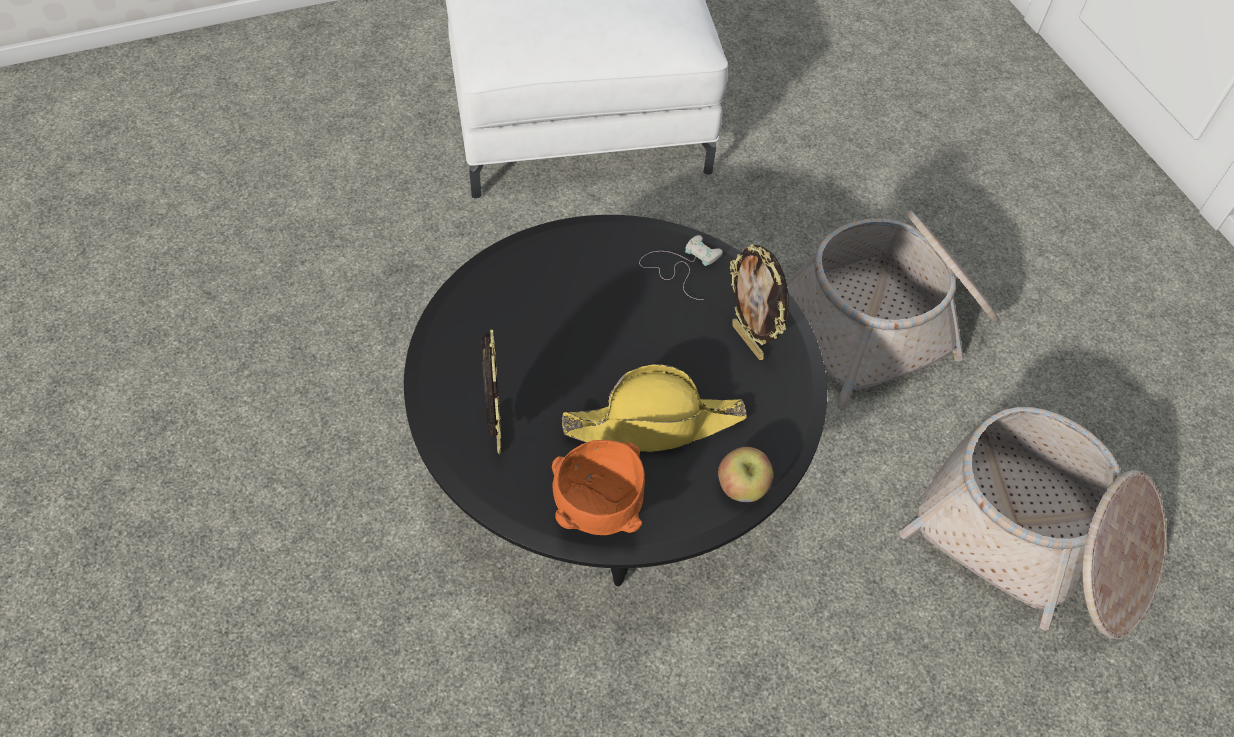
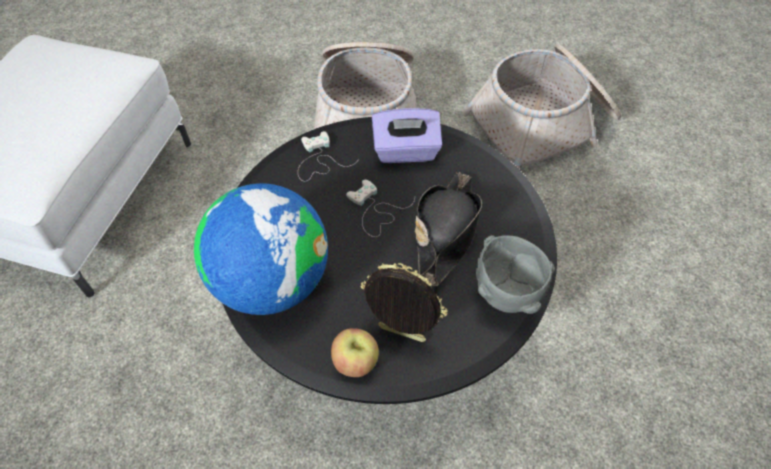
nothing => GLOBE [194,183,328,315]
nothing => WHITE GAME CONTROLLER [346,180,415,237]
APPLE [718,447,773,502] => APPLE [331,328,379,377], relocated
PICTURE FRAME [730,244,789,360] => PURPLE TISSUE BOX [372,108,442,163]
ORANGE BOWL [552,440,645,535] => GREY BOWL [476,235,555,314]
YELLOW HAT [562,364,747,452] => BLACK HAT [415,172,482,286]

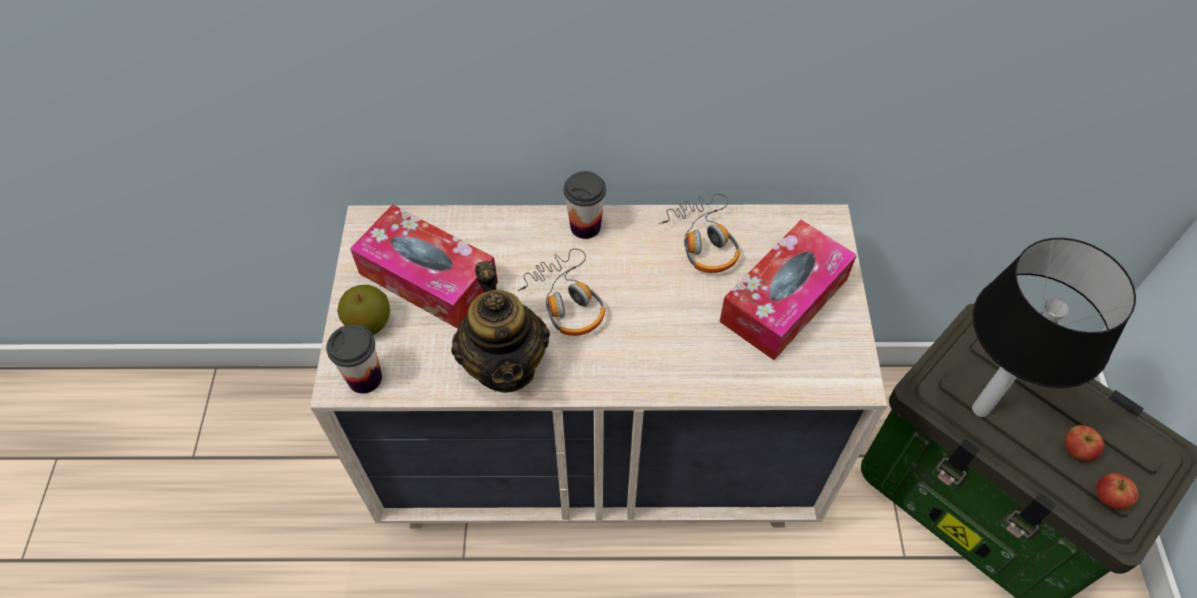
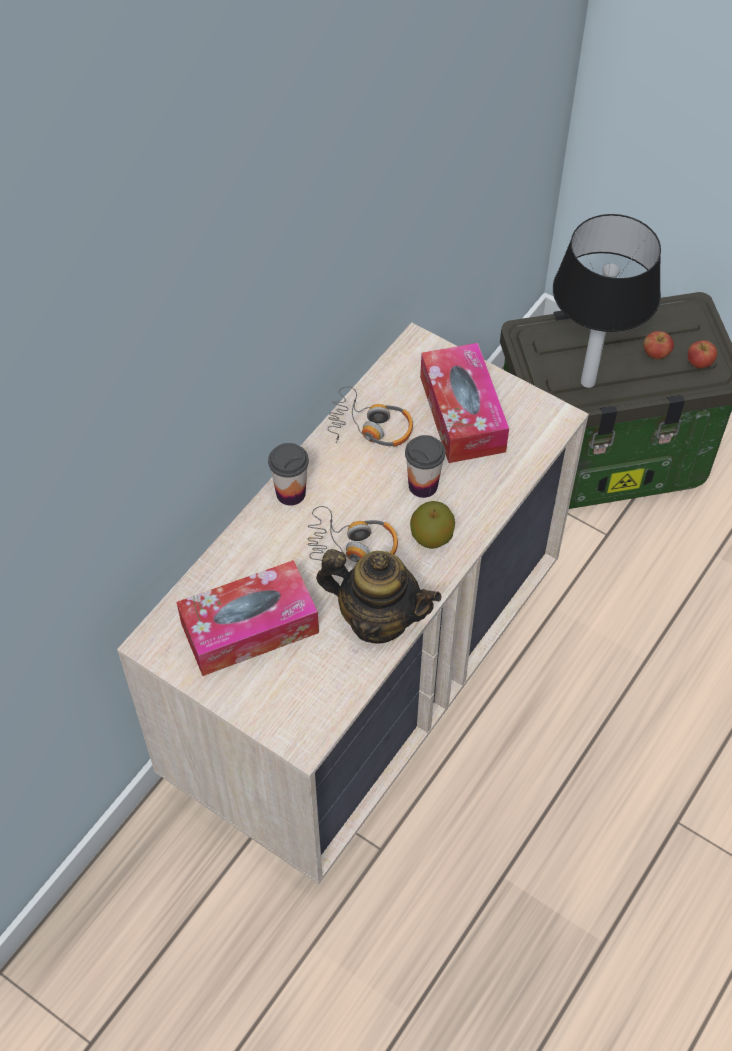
CUP [326,325,382,394] => CUP [405,435,445,498], relocated
APPLE [337,285,390,335] => APPLE [410,501,455,549], relocated

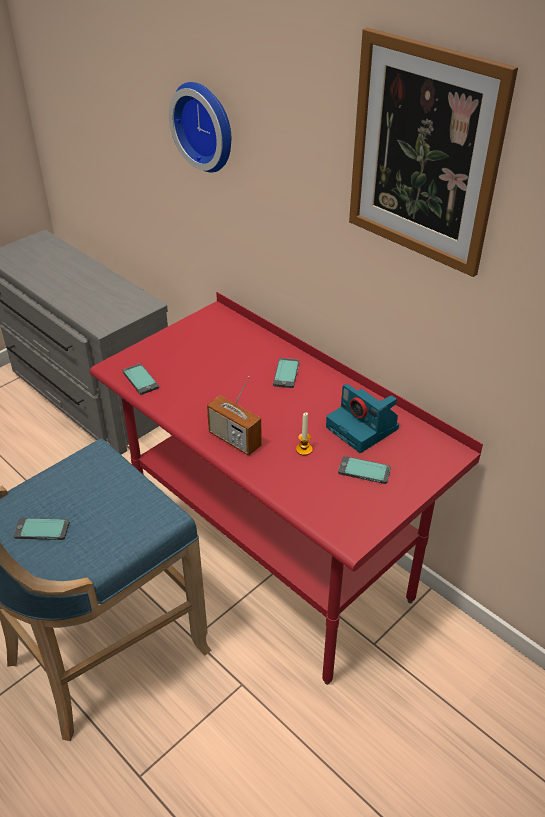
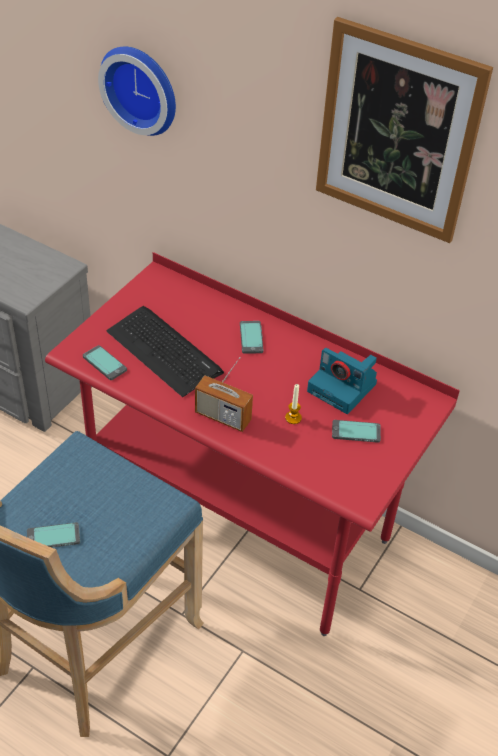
nothing => KEYBOARD [106,306,224,397]

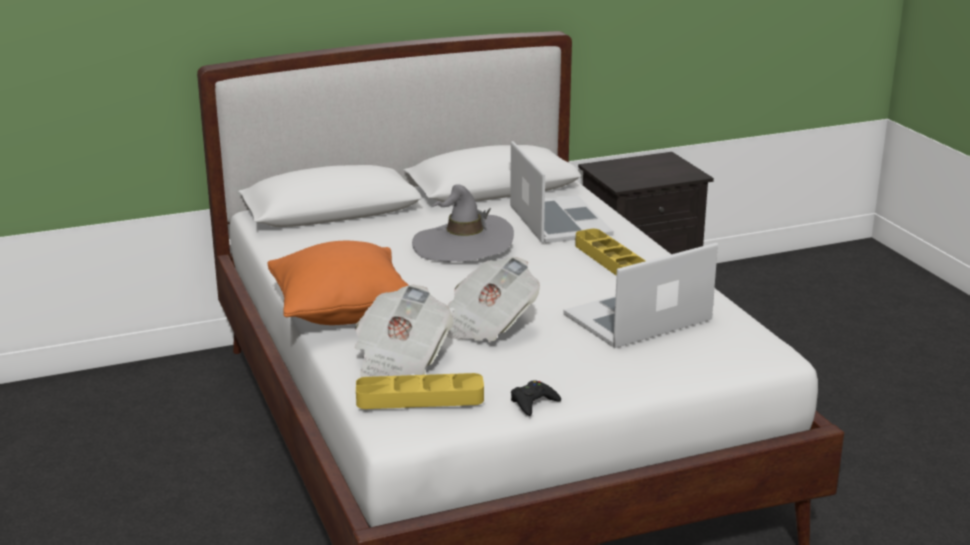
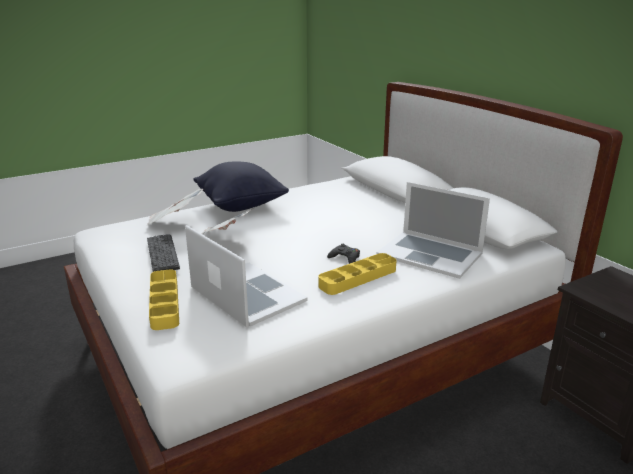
GREY HAT [412,184,514,262] => nothing
nothing => KEYBOARD [147,234,180,272]
YELLOW TRAY [356,373,484,409] => YELLOW TRAY [149,270,179,330], relocated
BLACK GAME CONTROLLER [511,380,561,416] => BLACK GAME CONTROLLER [327,244,360,264], relocated
ORANGE PILLOW [267,241,408,325] => BLACK PILLOW [193,162,289,212]
LAPTOP [510,141,614,243] => LAPTOP [376,182,490,279], 60 degrees clockwise

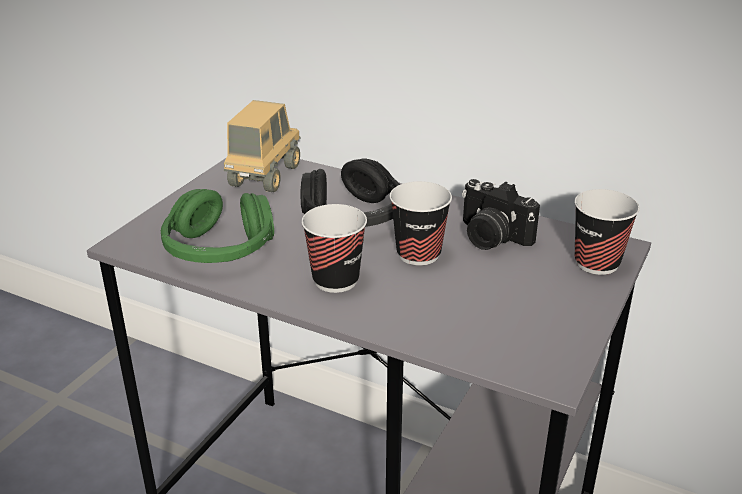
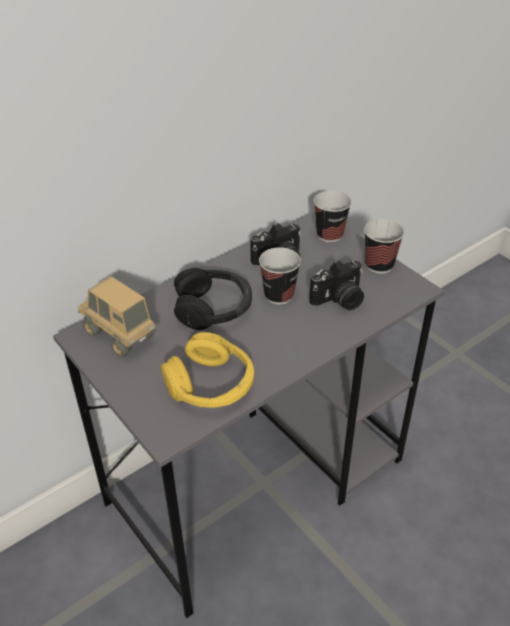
nothing => PHOTO CAMERA [309,261,364,310]
CUP [302,204,367,293] => CUP [364,219,404,274], relocated
GREEN HEADPHONES [161,189,274,263] => YELLOW HEADPHONES [161,332,254,408]

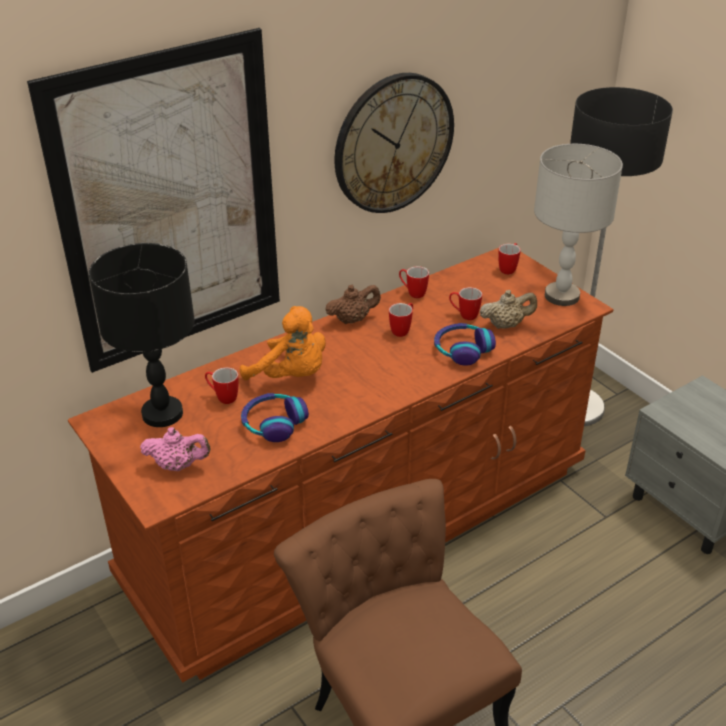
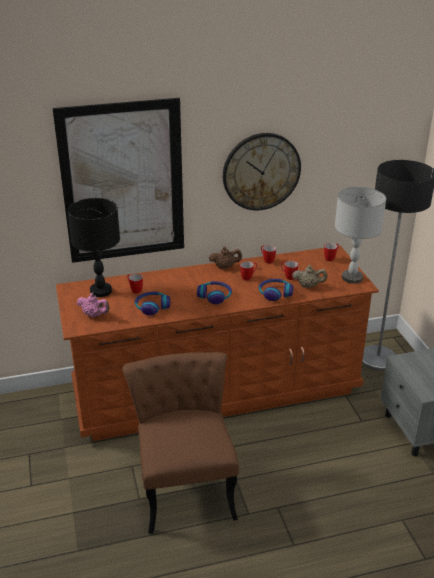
ORANGE PLUSH TOY [240,306,326,380] => nothing
nothing => HEADPHONES [197,281,232,304]

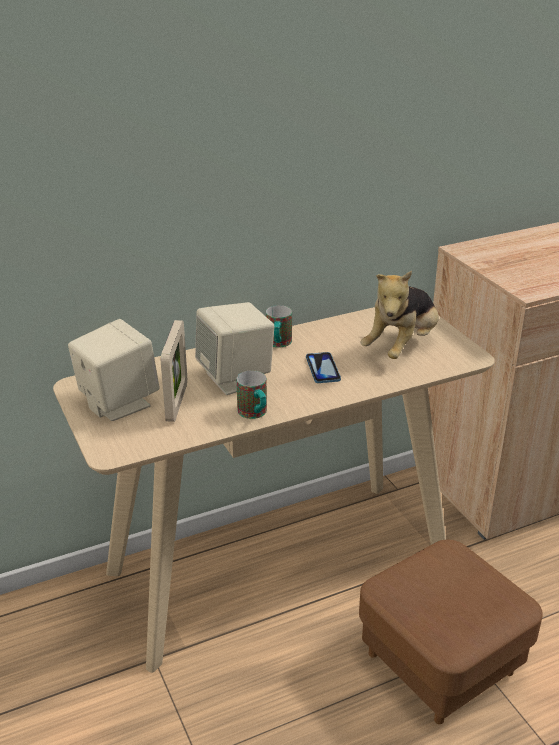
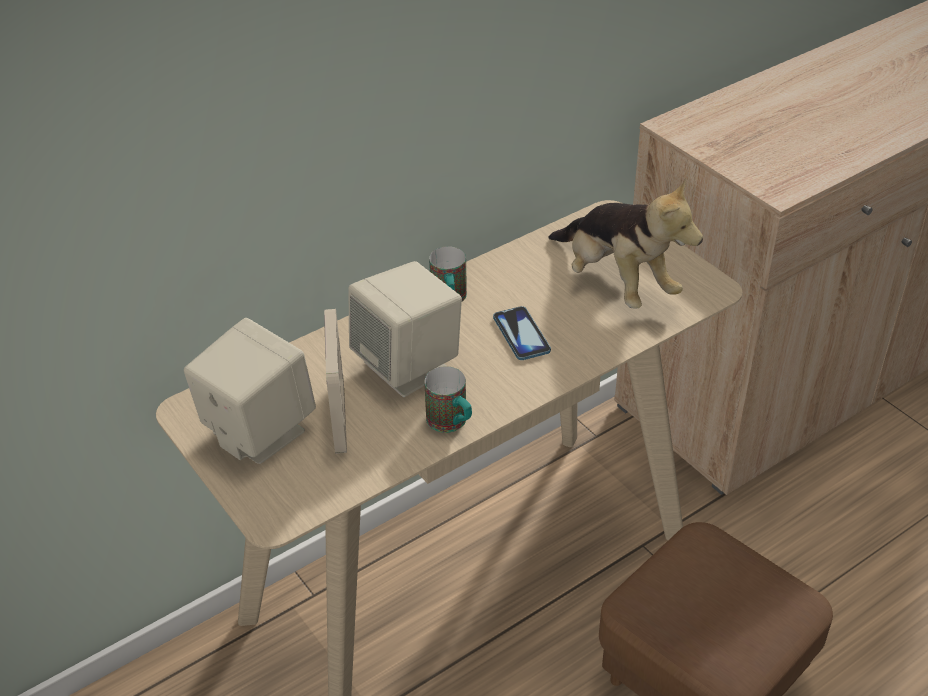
PLUSH TOY [360,271,439,359] => PLUSH TOY [548,178,703,309], 60 degrees counterclockwise

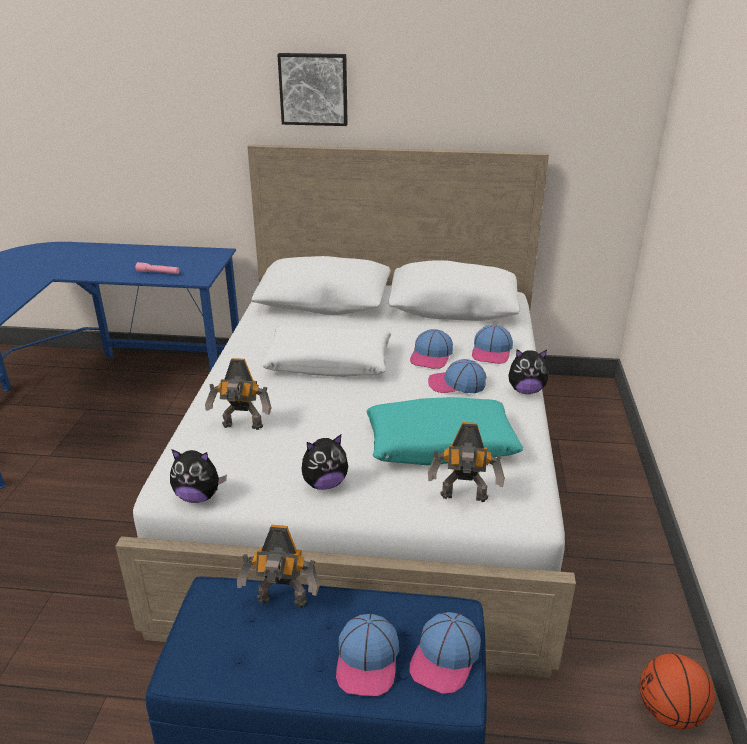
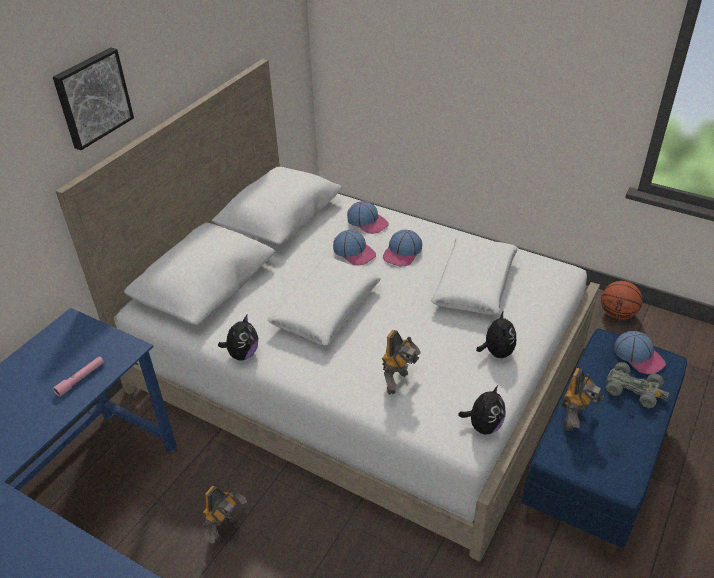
TOY ROBOT [428,422,505,502] => TOY ROBOT [202,485,247,544], relocated
PLUSH TOY [508,349,549,394] => PLUSH TOY [218,315,258,361], relocated
CAP [336,614,399,697] => GREY TOY CAR [606,362,669,408]
TURQUOISE PILLOW [367,397,523,466] => WHITE PILLOW [431,237,518,315]

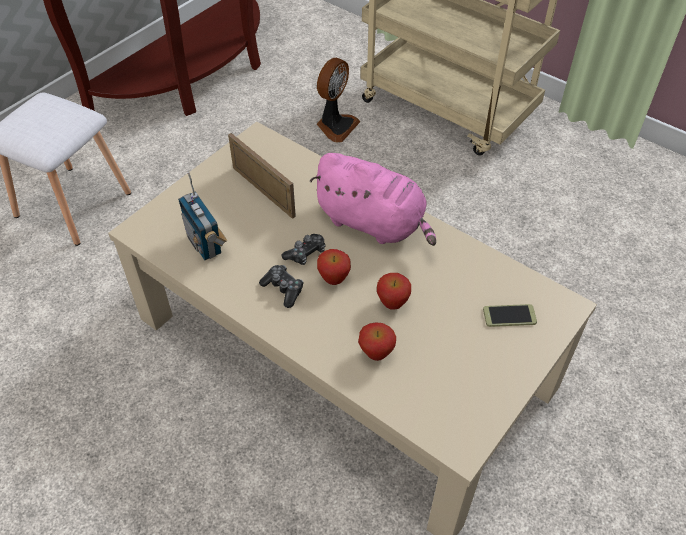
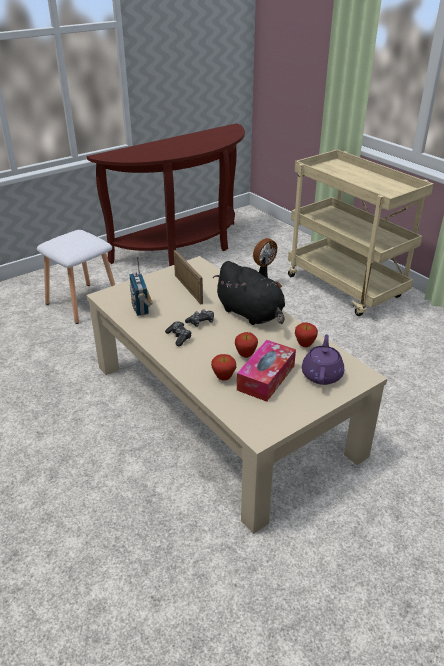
nothing => TISSUE BOX [237,340,296,402]
APPLE [317,249,351,285] => APPLE [295,322,318,347], relocated
PHONE [483,304,537,327] => PURPLE TEAPOT [302,334,344,385]
PINK PLUSH TOY [310,153,436,246] => BLACK PLUSH TOY [213,261,285,325]

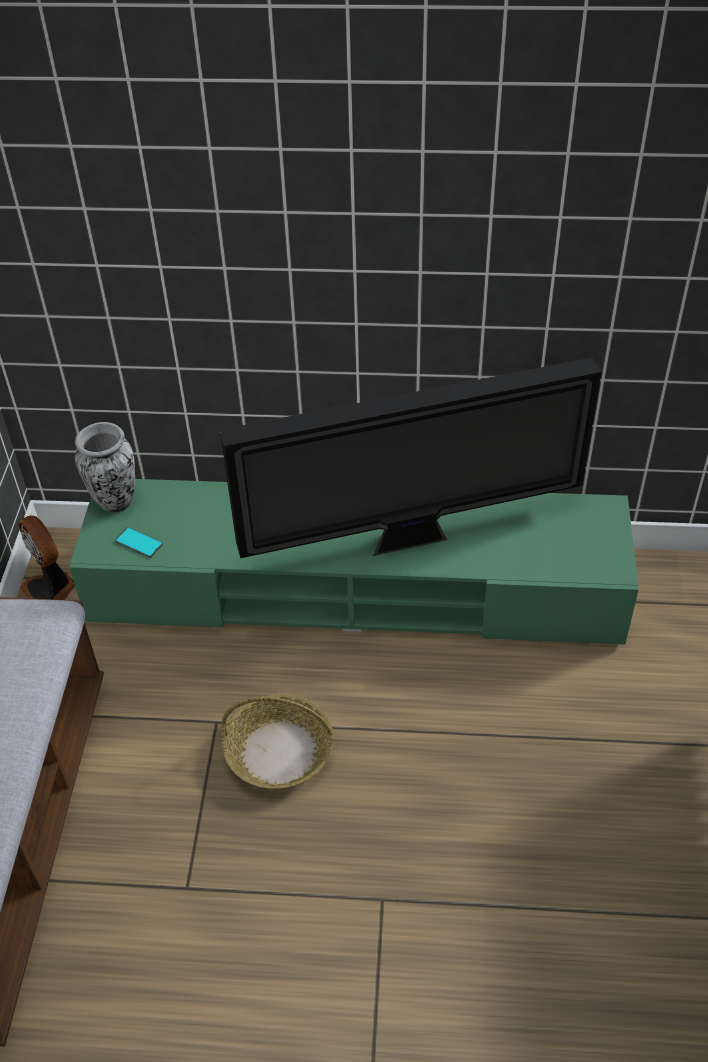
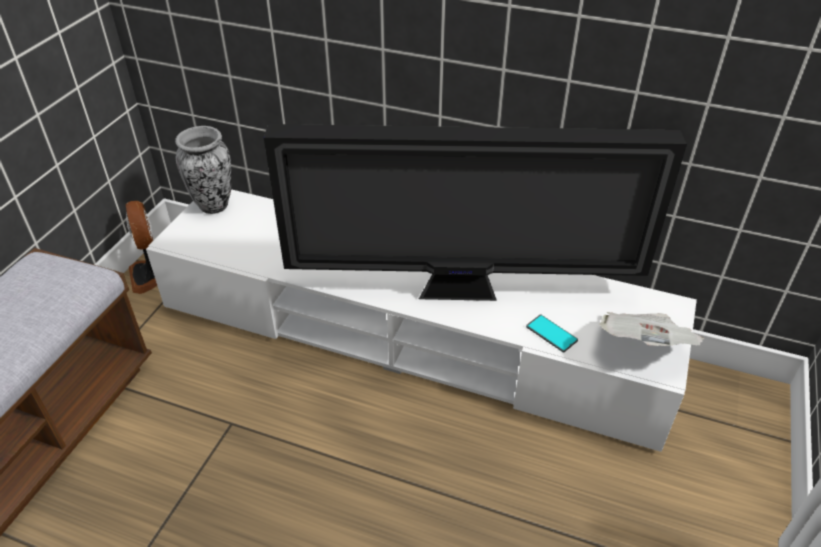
BASKET [221,694,334,789] => nothing
nothing => NEWSPAPER [600,312,704,346]
PHONE [115,527,163,558] => PHONE [526,314,578,353], relocated
GREEN TV STAND [69,479,639,644] => WHITE TV STAND [146,189,697,452]

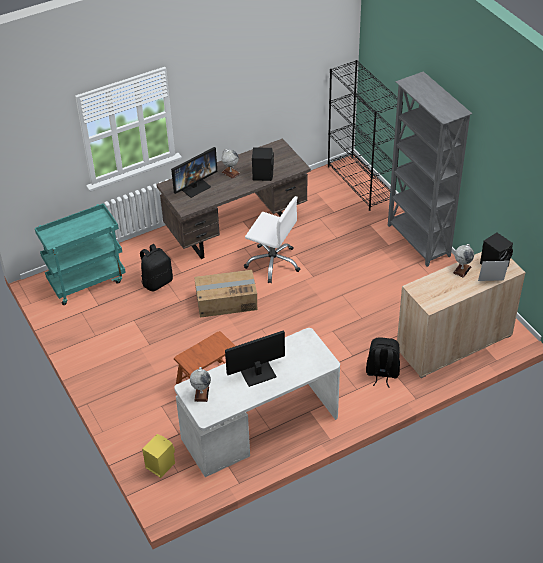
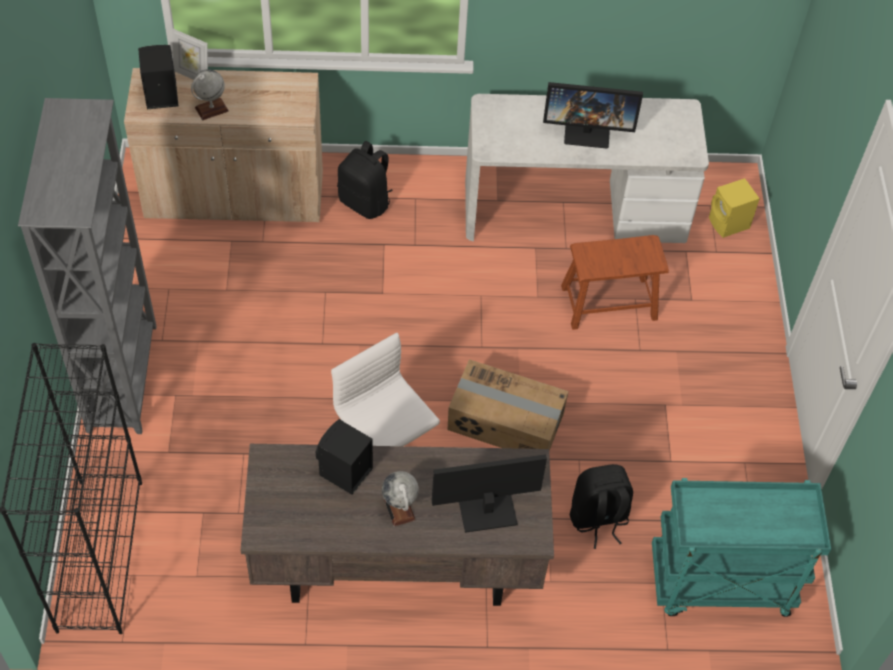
GLOBE [190,367,211,402] => nothing

